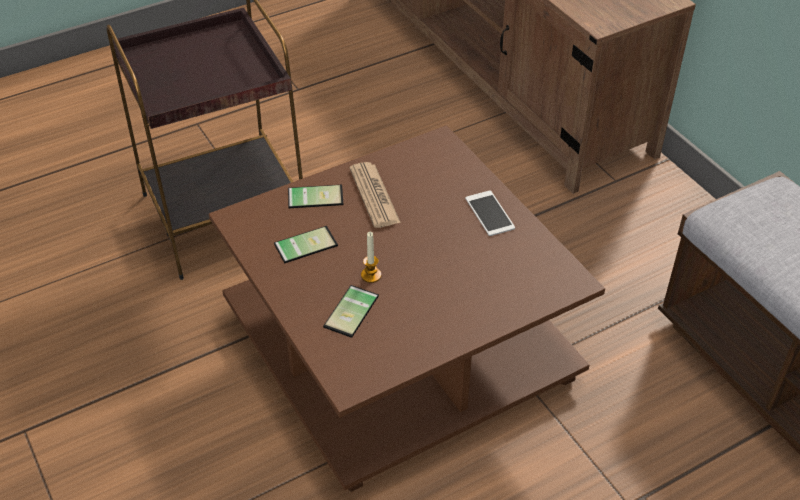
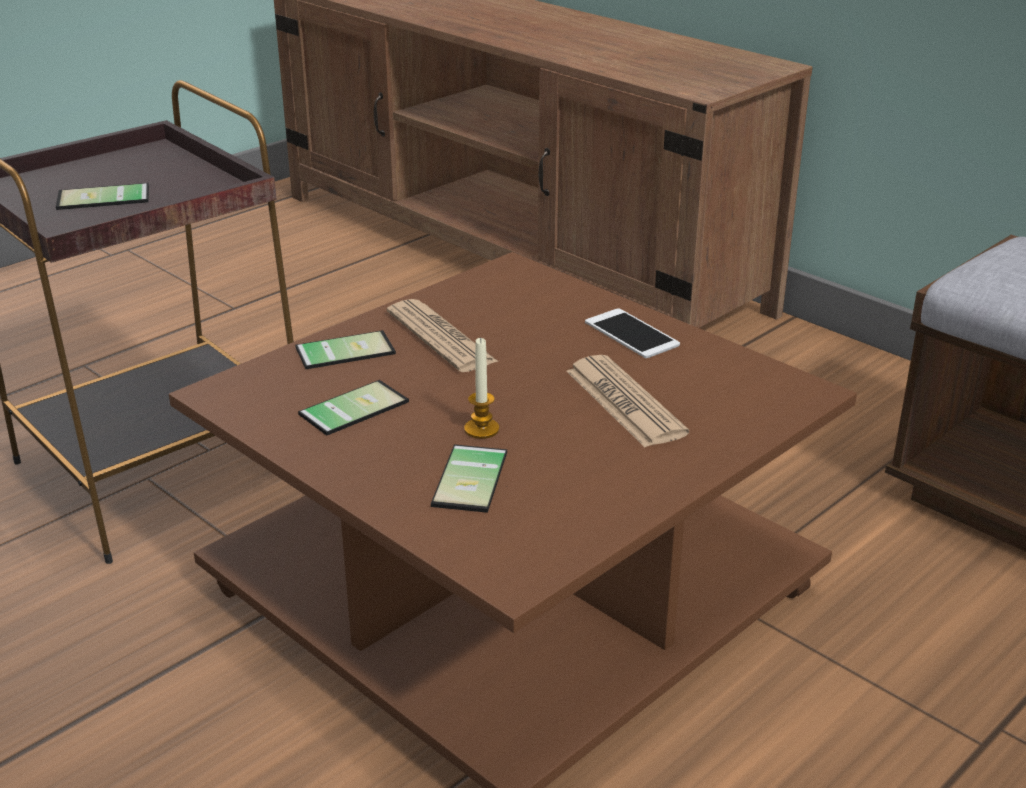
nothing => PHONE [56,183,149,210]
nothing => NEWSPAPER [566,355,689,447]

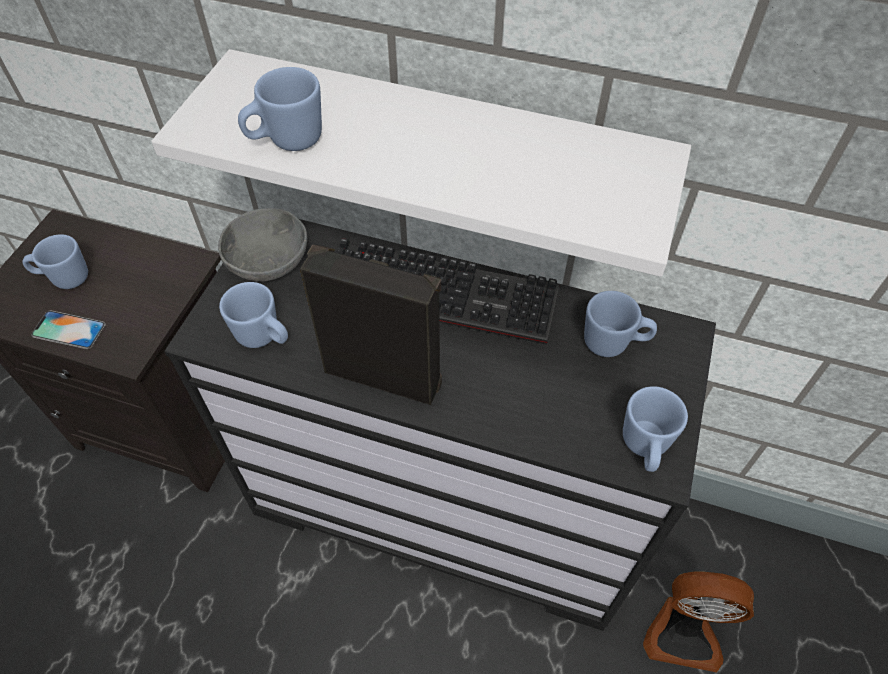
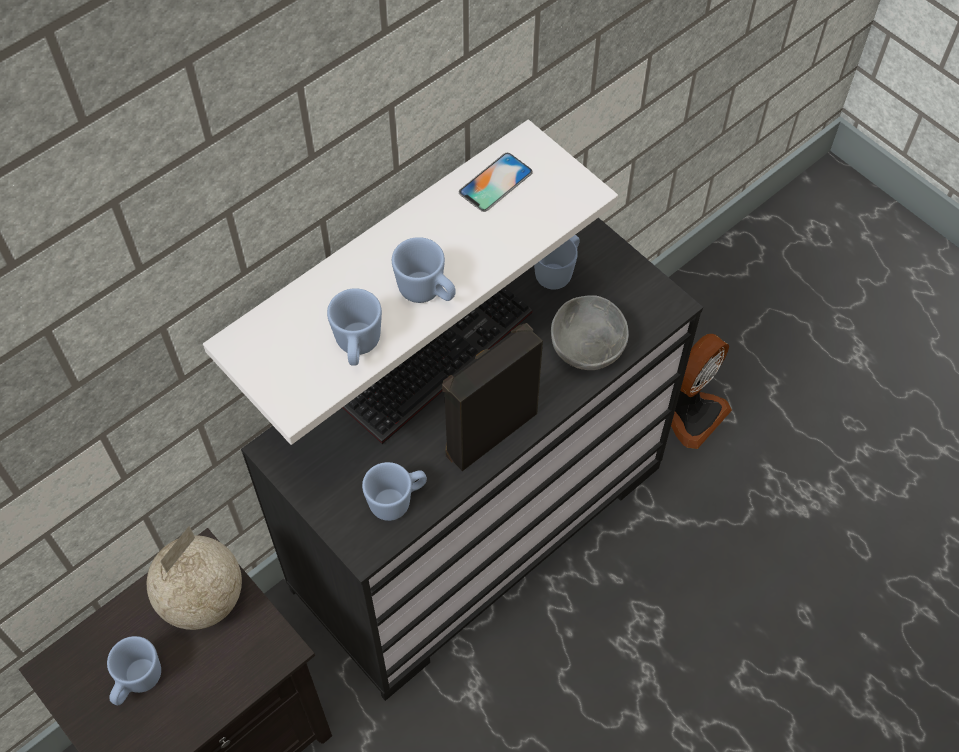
nothing => GLOBE [147,526,242,630]
PHONE [31,310,106,349] => PHONE [459,153,533,212], relocated
GREY BOWL [218,208,307,282] => GREY BOWL [551,295,629,370], relocated
BLUE MUG [623,386,688,472] => BLUE MUG [392,237,456,303], relocated

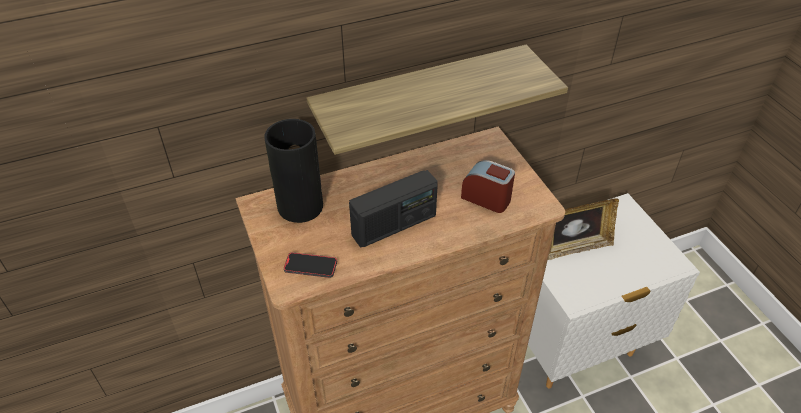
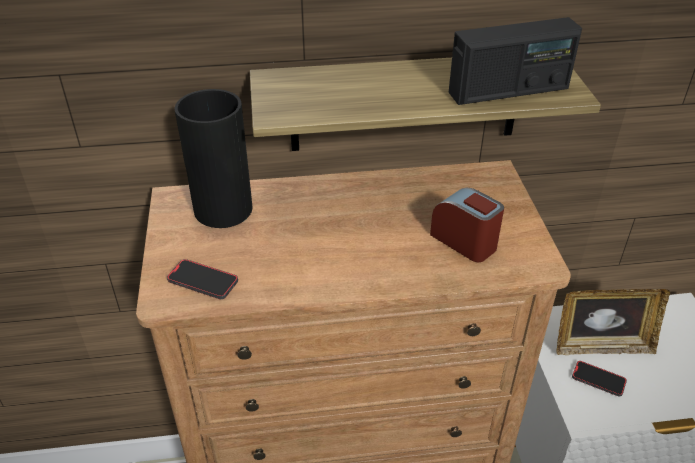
nothing => PHONE [572,361,627,397]
RADIO [349,170,438,248] => RADIO [449,17,582,105], relocated

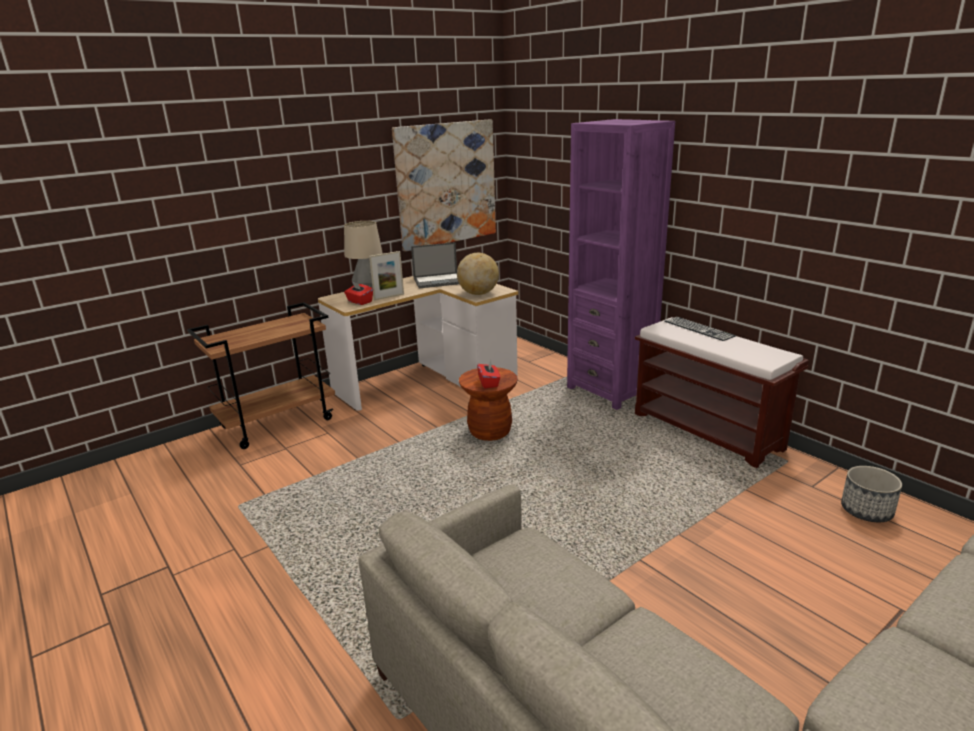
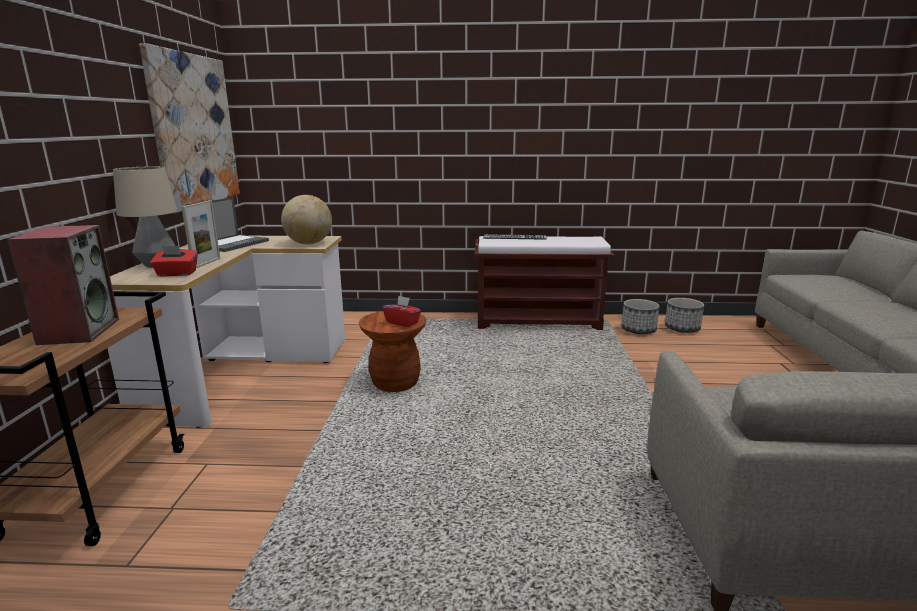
PURPLE BOOKCASE [567,119,675,410] => nothing
nothing => SPEAKER [7,225,119,345]
nothing => PLANTER [621,299,660,334]

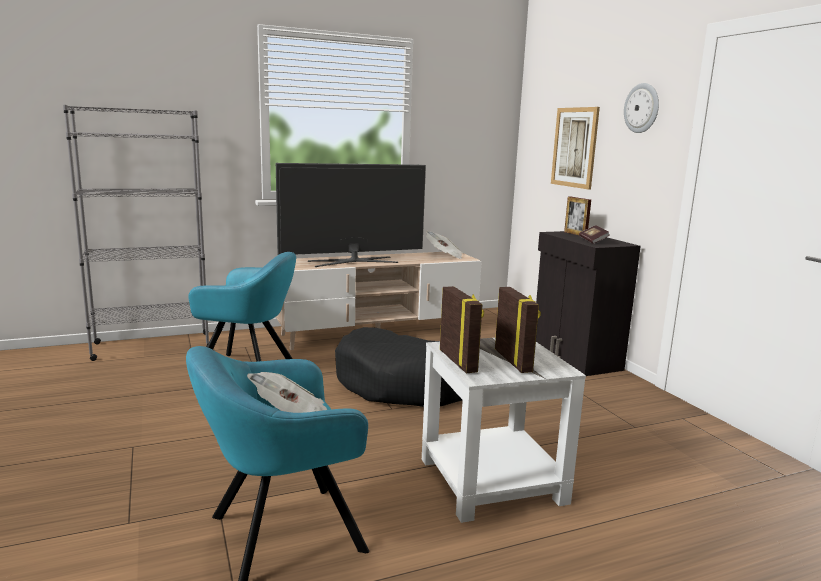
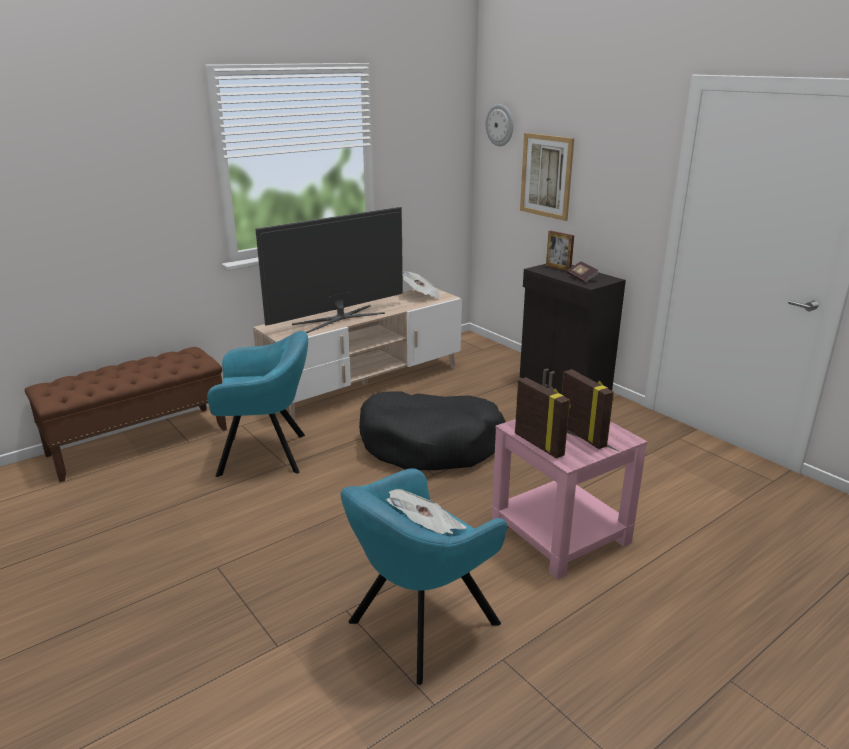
WALL CLOCK [624,83,659,133] => WALL CLOCK [486,104,513,146], relocated
GREY BOOKCASE [63,105,209,361] => BROWN BENCH [25,347,227,482]
WHITE SIDE TABLE [422,337,586,523] => PINK SIDE TABLE [492,419,648,580]

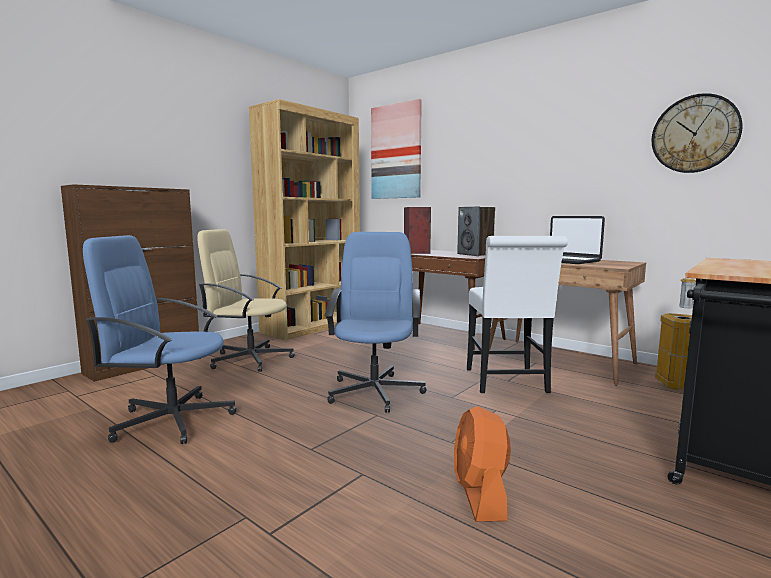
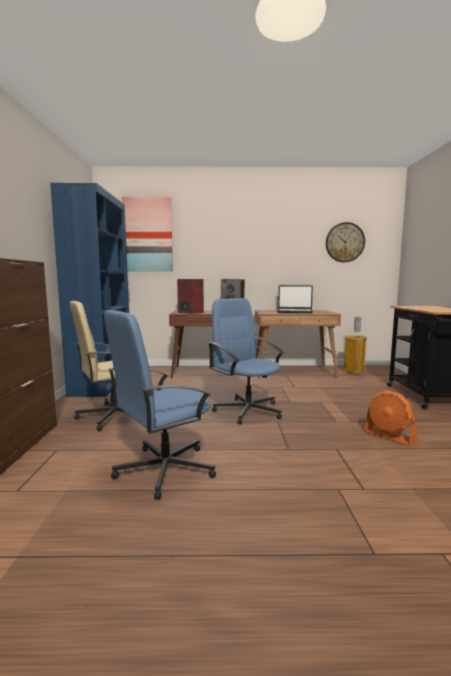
WHITE CHAIR [467,236,568,393] => nothing
BROWN BOOKCASE [249,99,360,340] => BLUE BOOKCASE [50,183,129,397]

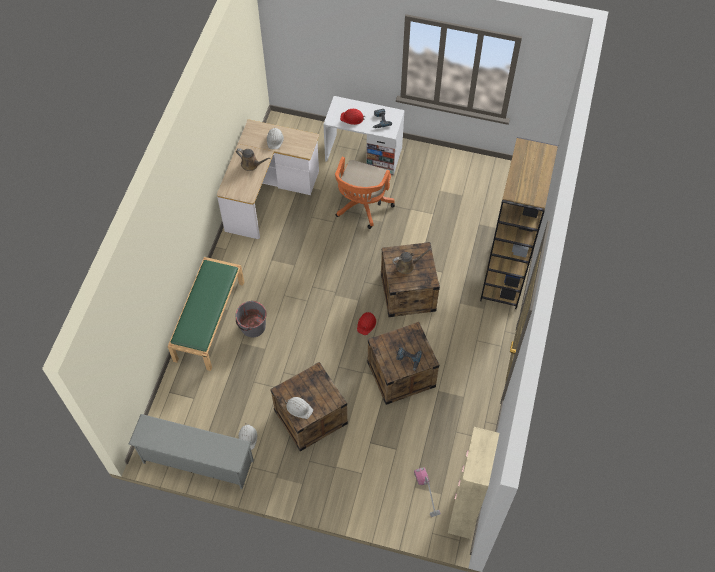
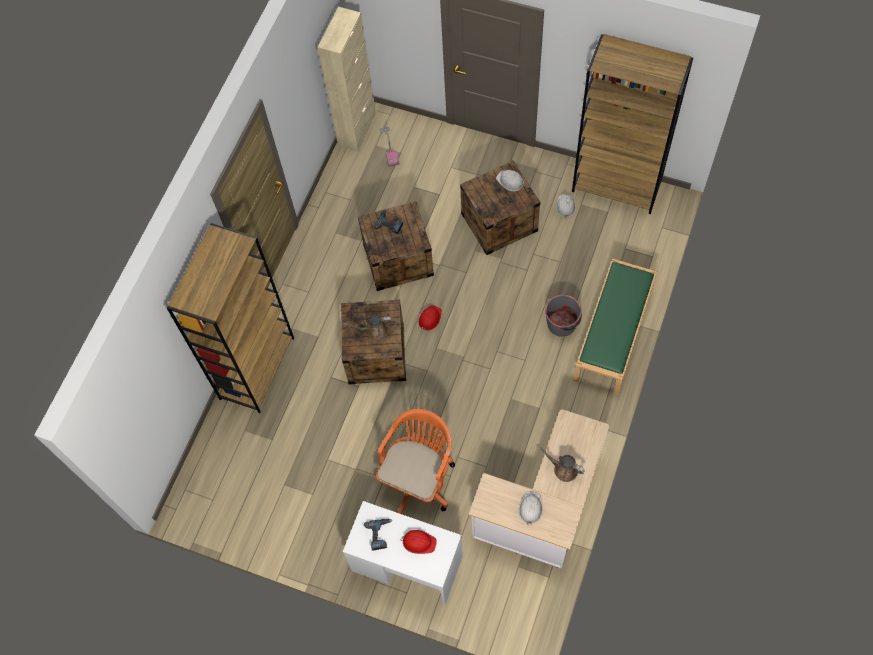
GREY SHOE RACK [128,414,254,489] => BROWN BOOKCASE [572,34,693,214]

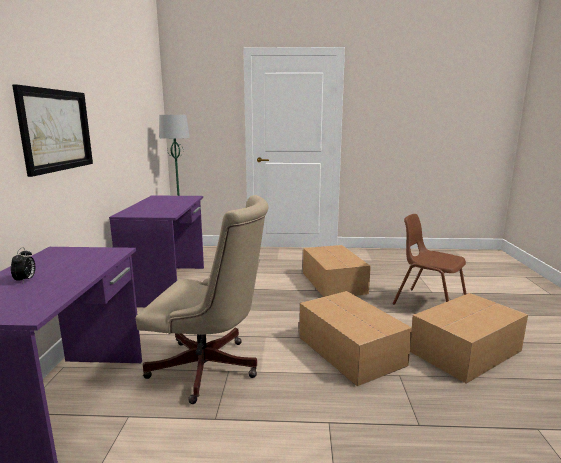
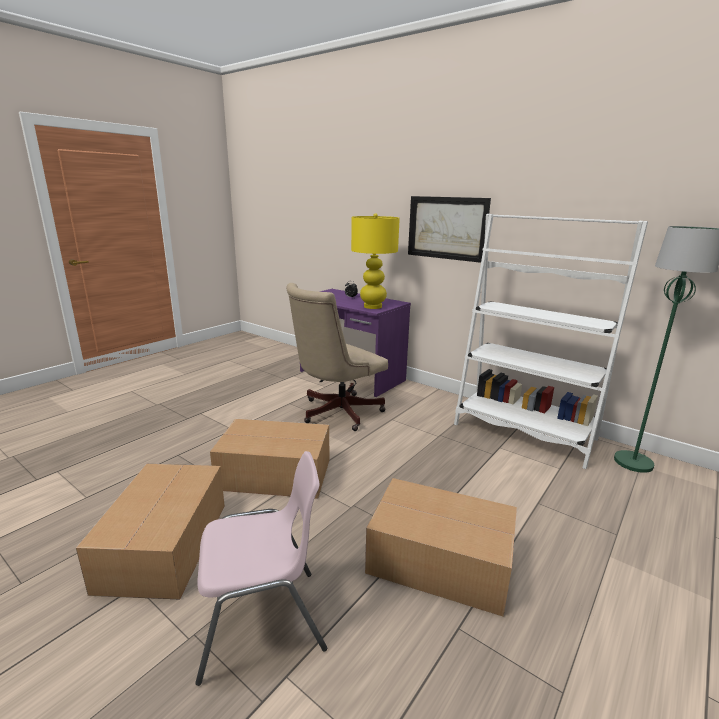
nothing => YELLOW TABLE LAMP [351,213,400,309]
PURPLE DESK [109,195,204,307] => WHITE BOOKCASE [454,214,648,469]
BROWN CHAIR [393,214,467,305] => PINK CHAIR [195,451,327,686]

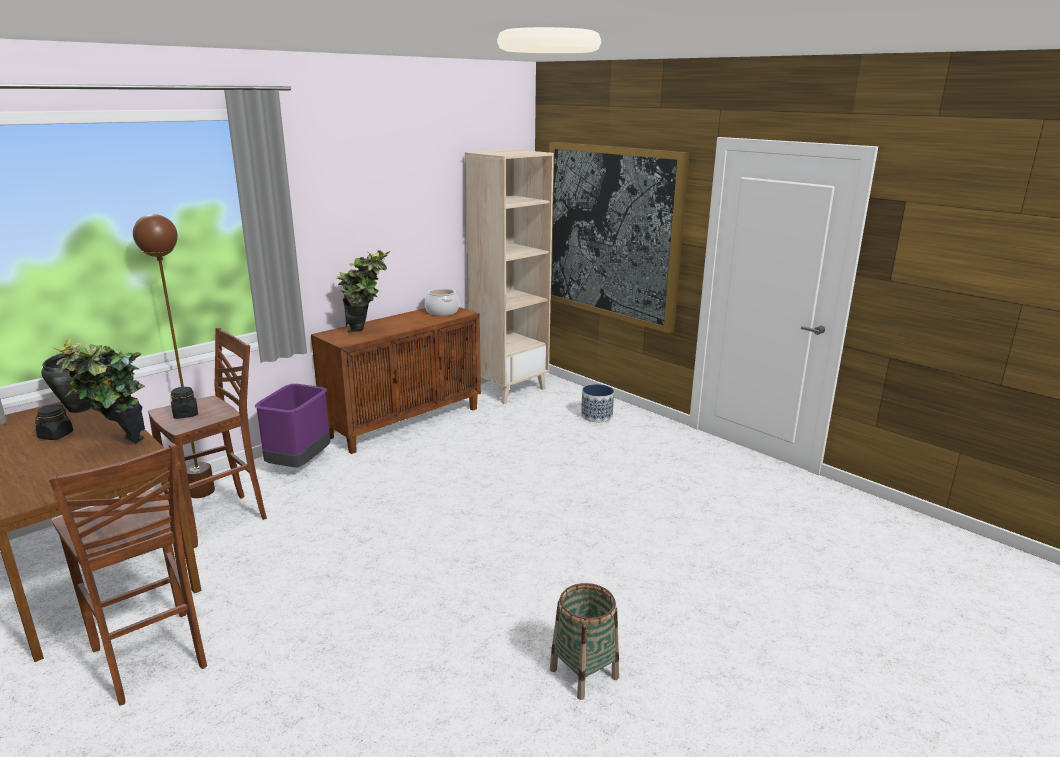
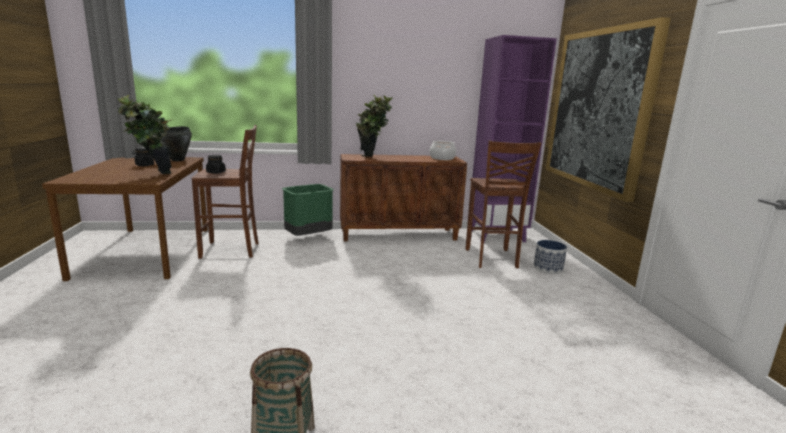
BROWN FLOOR LAMP [133,214,215,498] => nothing
BROWN STOOL [49,443,207,706] => BROWN STOOL [466,140,541,268], relocated
PURPLE TRASH CAN [254,384,330,467] => GREEN TRASH CAN [282,184,334,236]
BEIGE BOOKCASE [465,149,554,404] => PURPLE BOOKCASE [472,35,557,242]

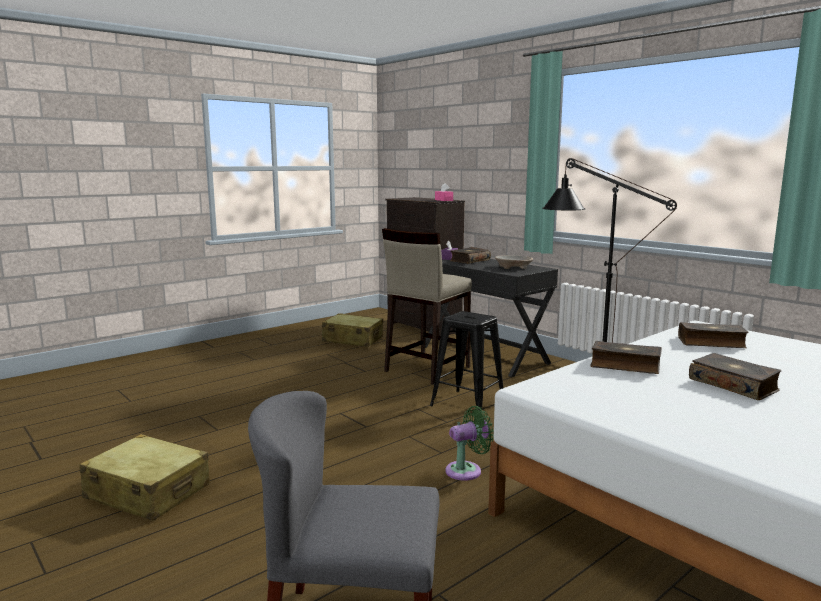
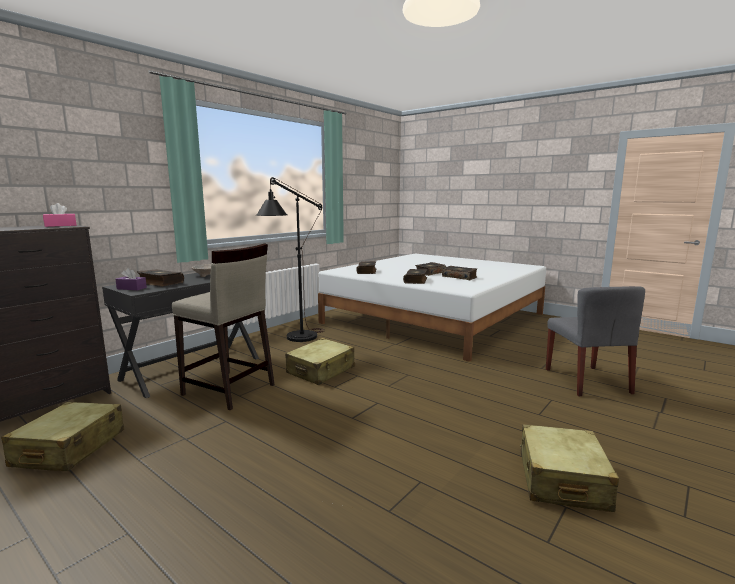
GREEN FAN [446,406,494,481] => nothing
nothing => BOOK [442,266,477,280]
BLACK STOOL [430,311,504,411] => BEIGE SUITCASE [285,338,355,385]

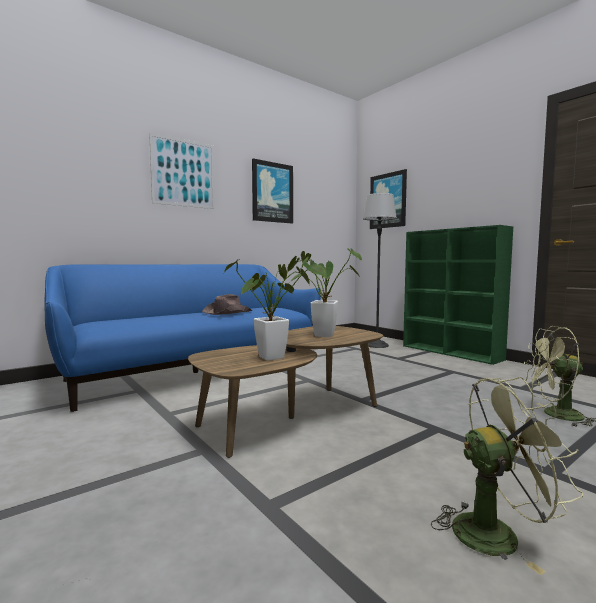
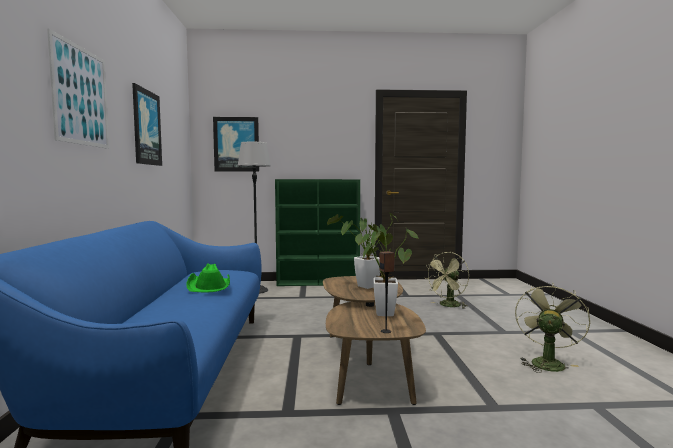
nothing => SPEAKER [379,251,395,333]
BROWN HAT [202,294,252,315] => GREEN HAT [186,264,230,293]

